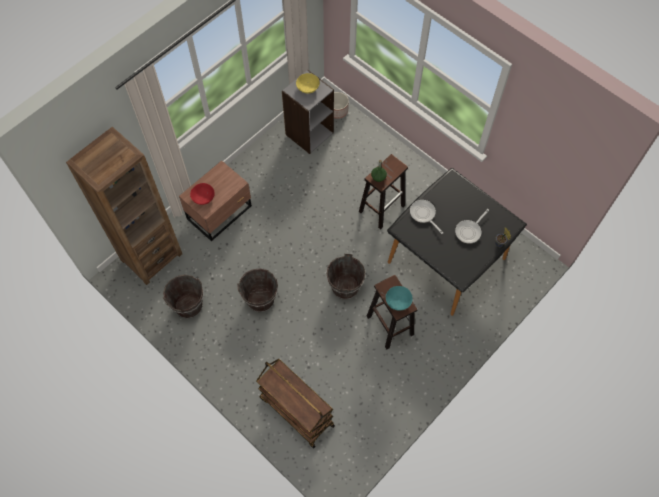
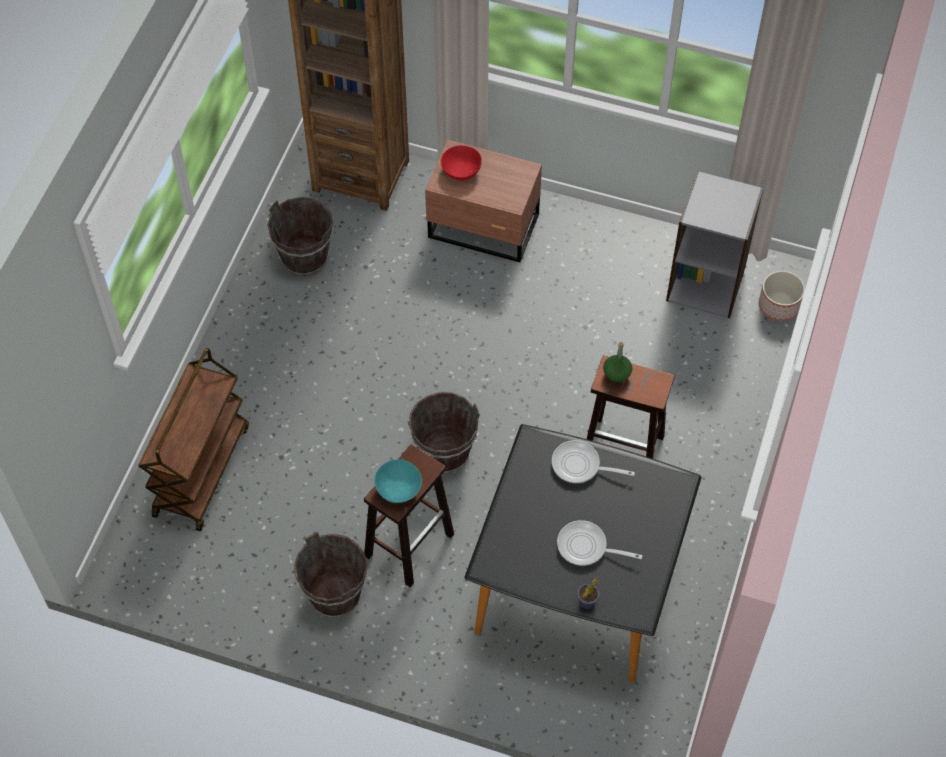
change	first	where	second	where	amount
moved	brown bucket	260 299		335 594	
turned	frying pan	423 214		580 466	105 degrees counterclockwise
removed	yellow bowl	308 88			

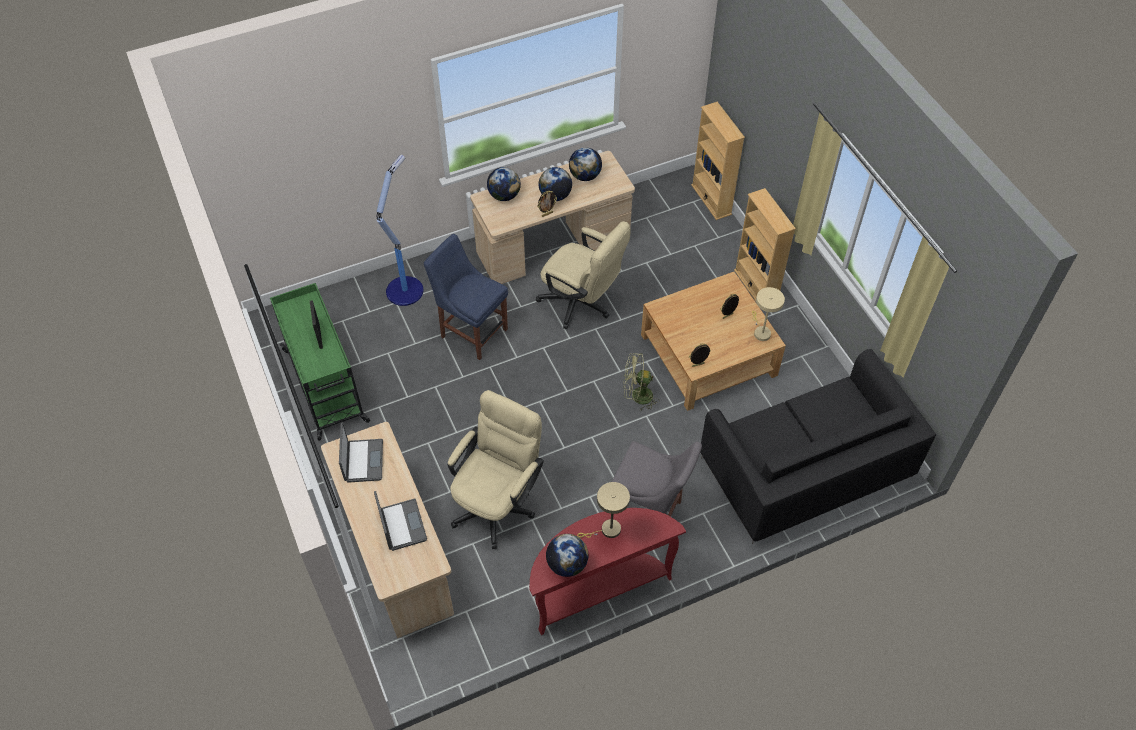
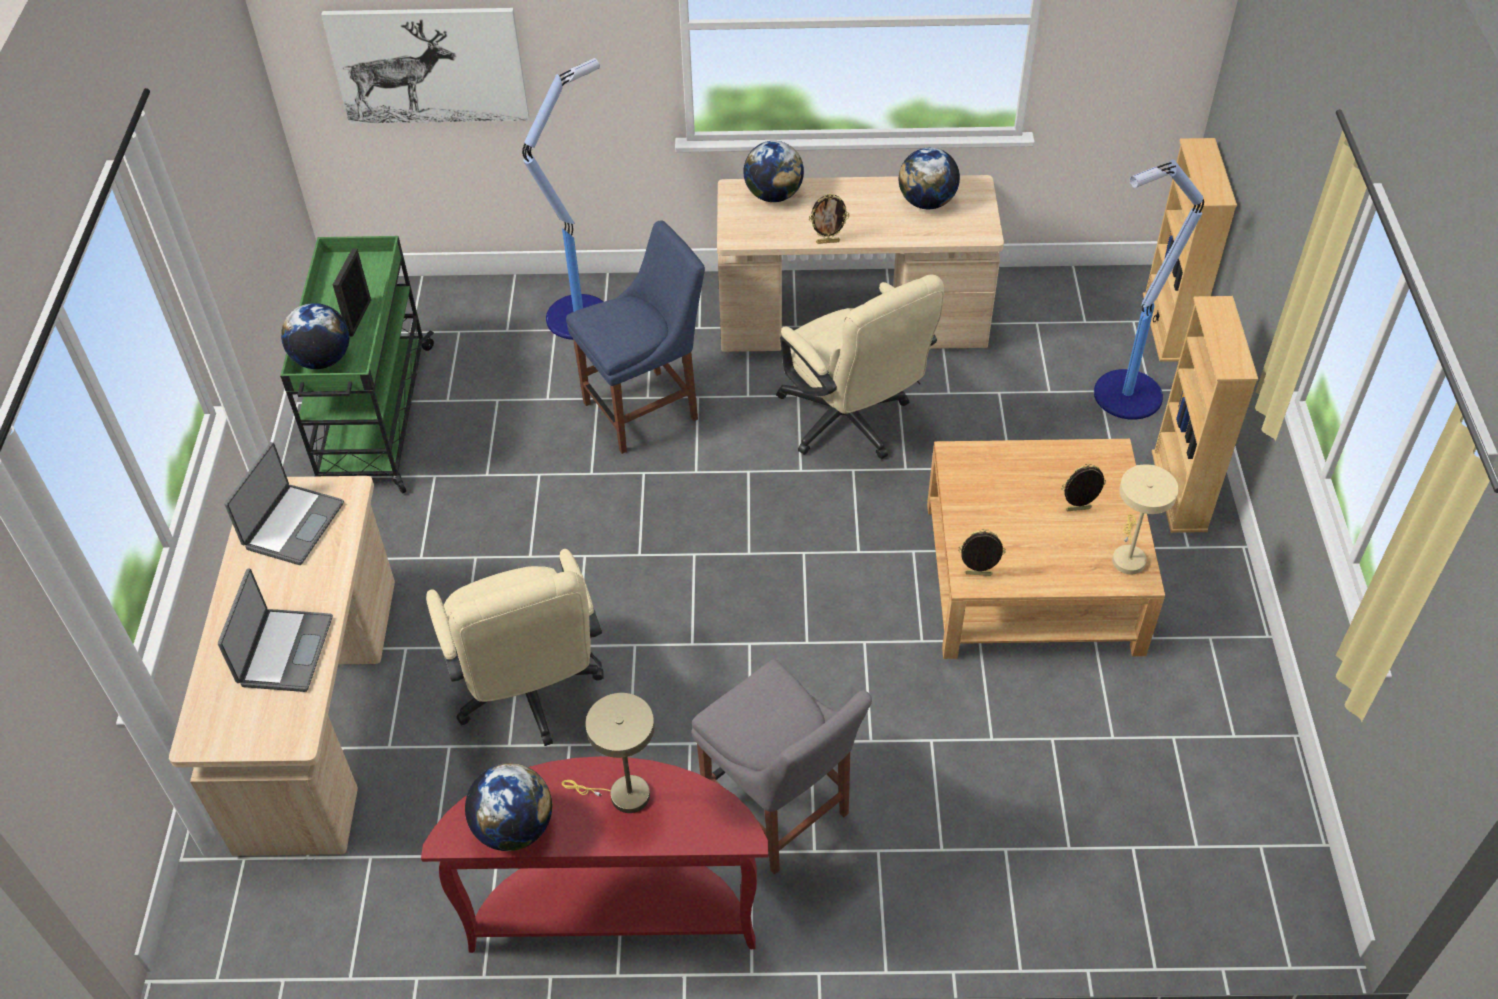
change	first	where	second	where	amount
moved	globe	555 196		322 359	
added			picture	429 65	
turned	beige office chair	498 502		529 694	105 degrees clockwise
turned	blue chair	471 331		646 409	90 degrees clockwise
added			floor lamp	1125 396	
removed	green fan	637 396			
removed	black sofa	805 468			

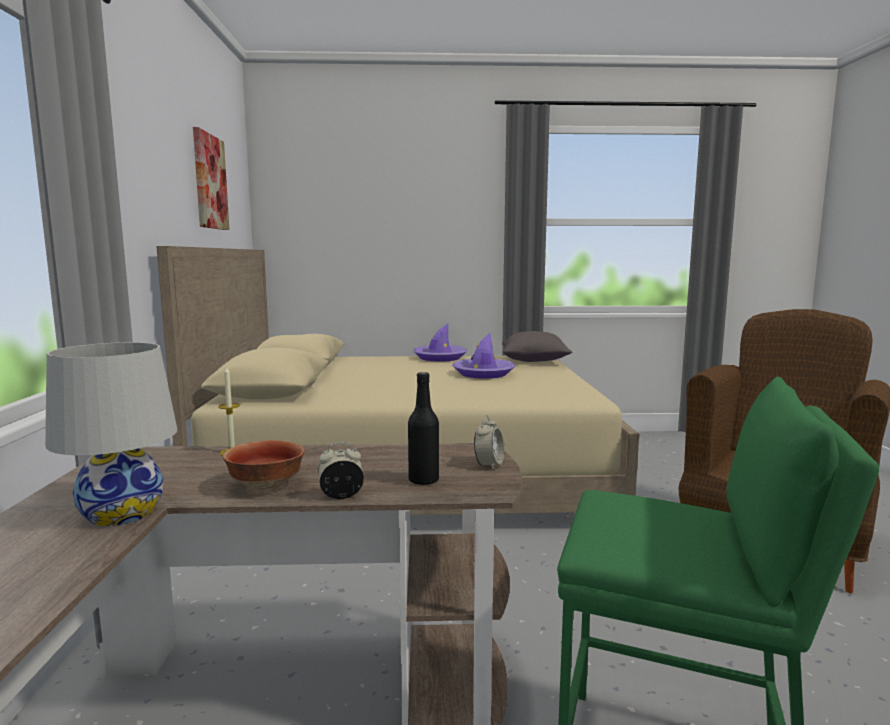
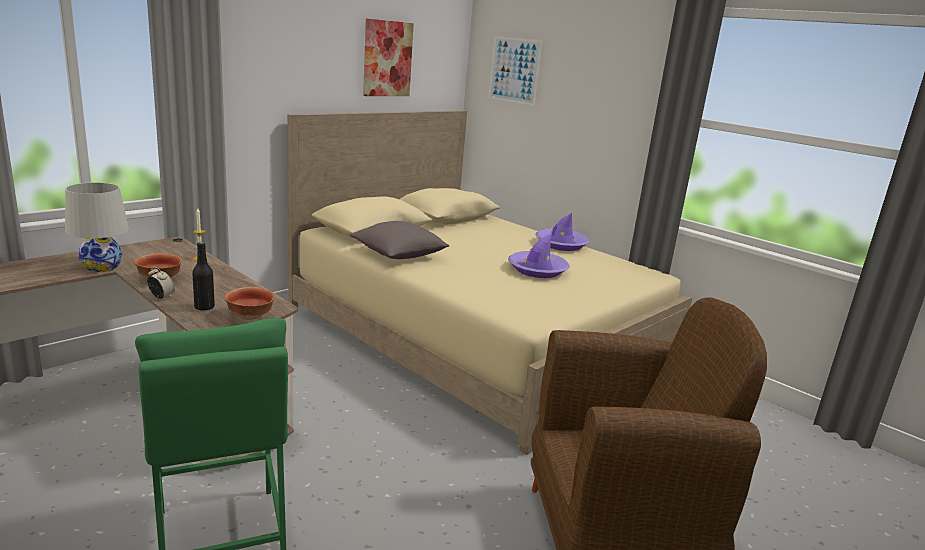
change	first	where	second	where	amount
replaced	alarm clock	489 465	bowl	251 316	
moved	grey pillow	534 361		399 255	
added			picture	514 70	

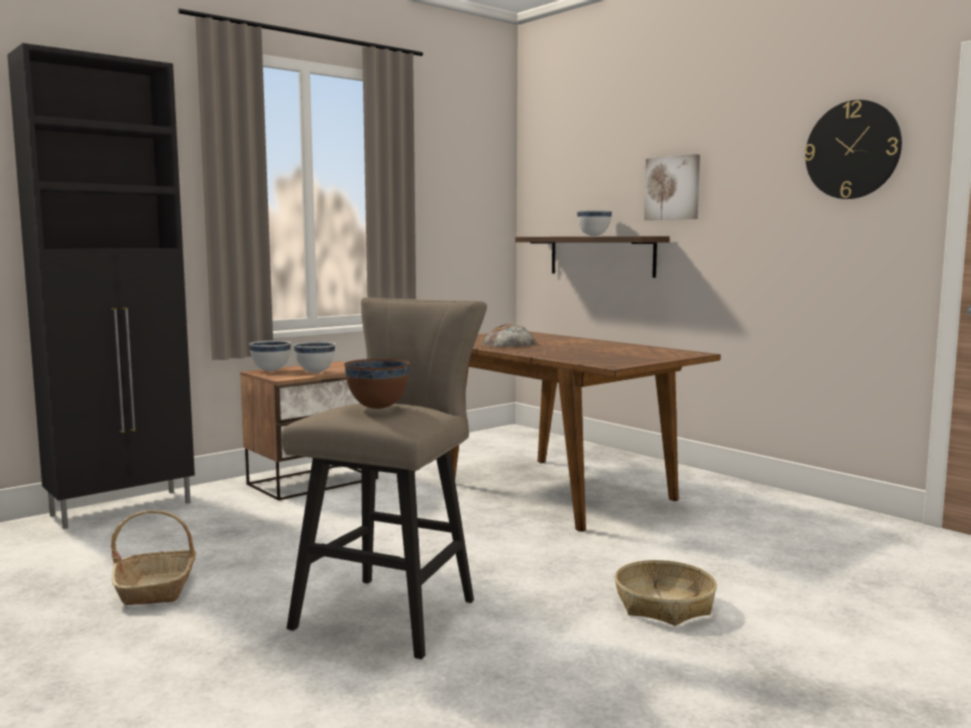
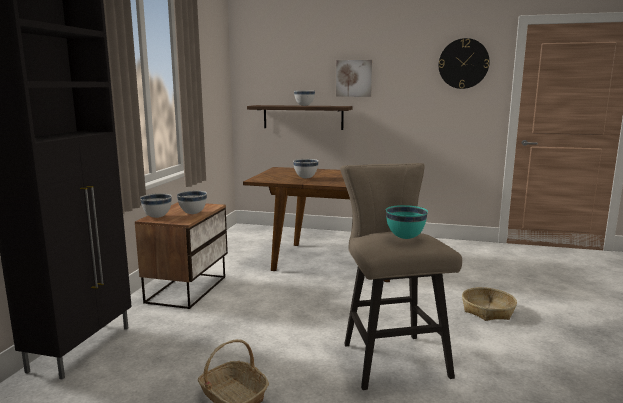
change	first	where	second	where	amount
replaced	bread	509 343	white bowl	305 178	
recoloured	brown bowl	377 408	turquoise bowl	405 238	

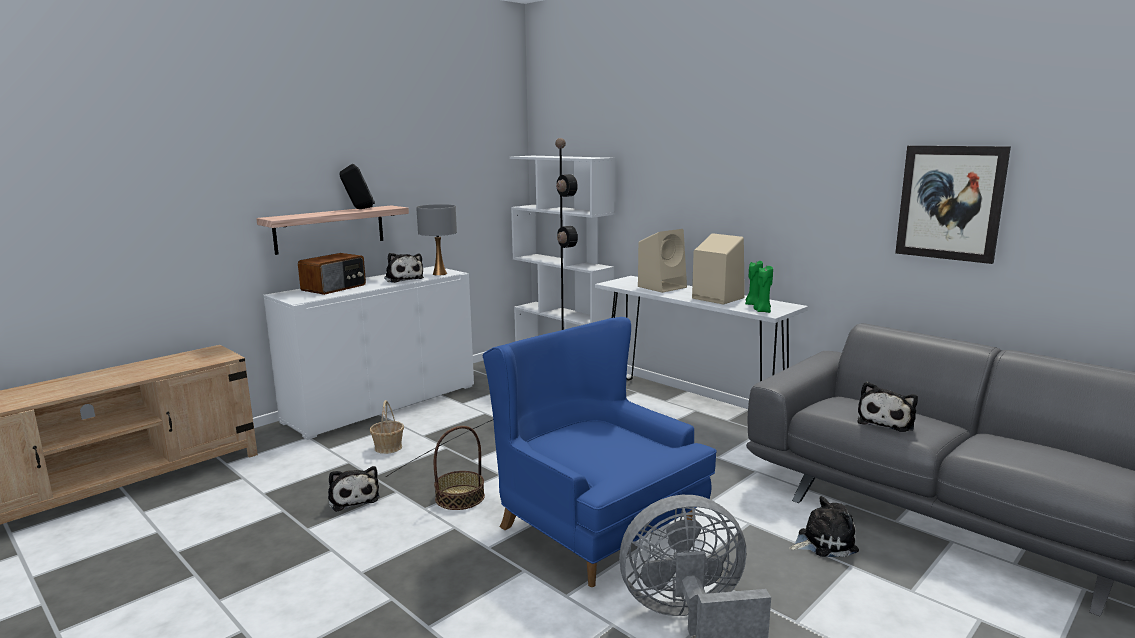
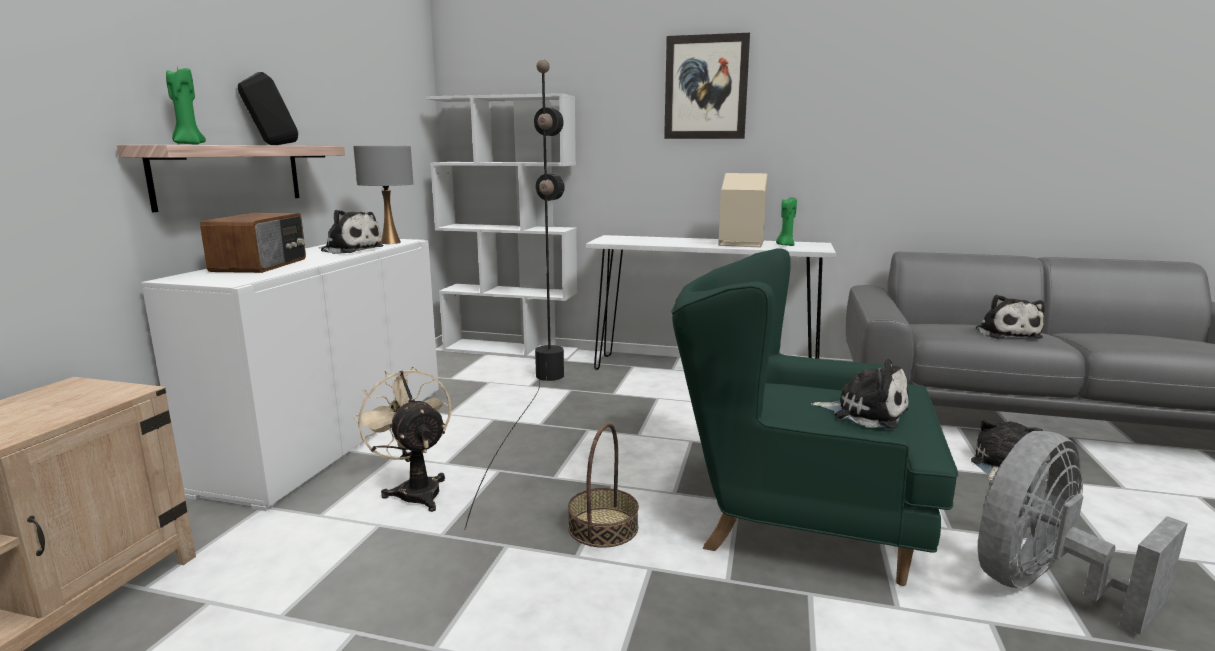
change	first	where	second	where	amount
moved	green candle	762 311		188 144	
replaced	basket	388 447	beige fan	415 490	
moved	picture	950 202		706 87	
recoloured	blue armchair	591 525	green armchair	797 514	
moved	plush toy	353 498		865 413	
removed	beige speaker	662 287			

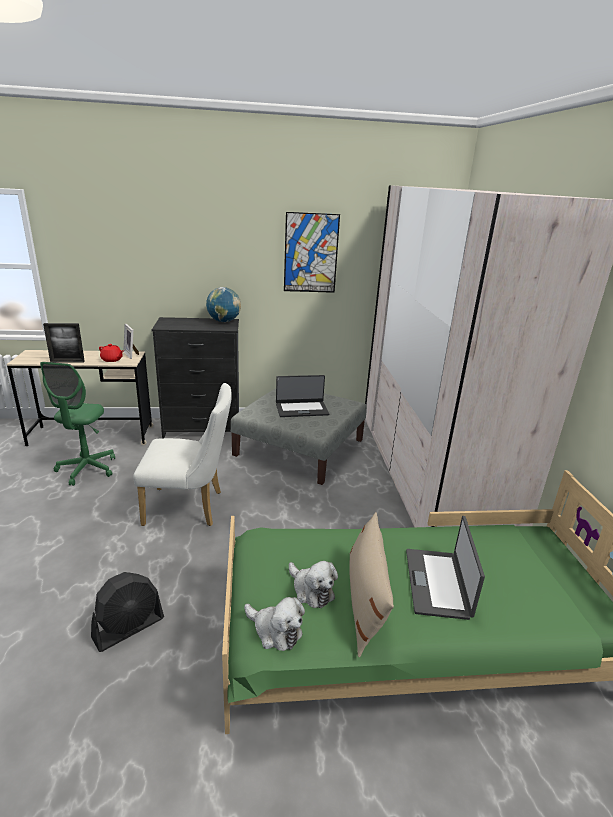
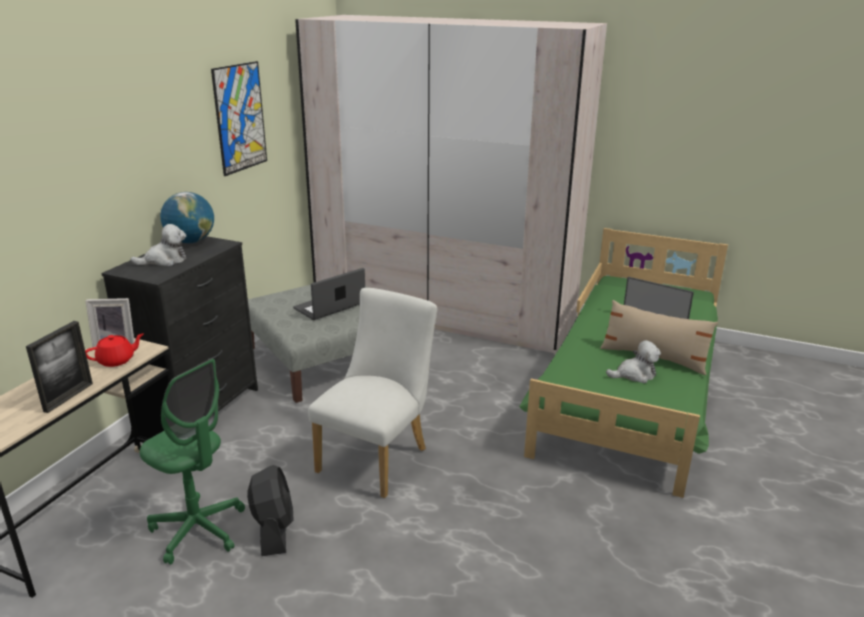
change	first	where	second	where	amount
moved	plush toy	275 631		164 260	
moved	black fan	129 627		274 529	
turned	laptop	301 409		330 306	150 degrees counterclockwise

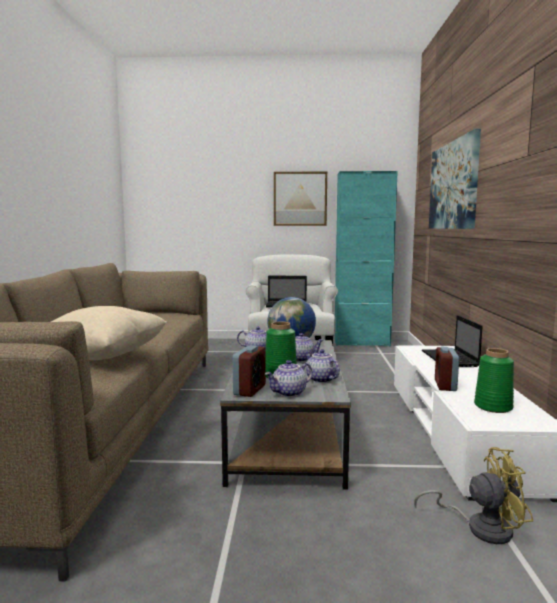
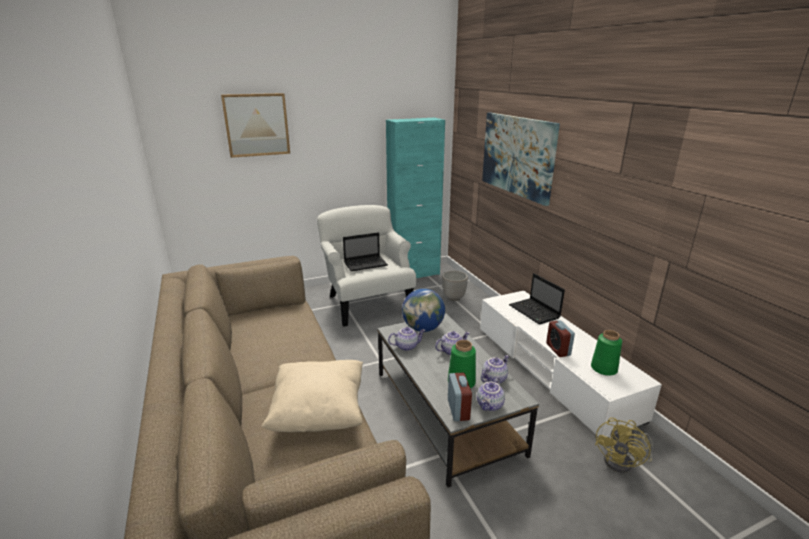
change	first	where	second	where	amount
moved	picture	300 199		256 125	
added			planter	454 297	
turned	teapot	320 379		493 378	105 degrees clockwise
turned	yellow fan	480 527		623 462	150 degrees clockwise

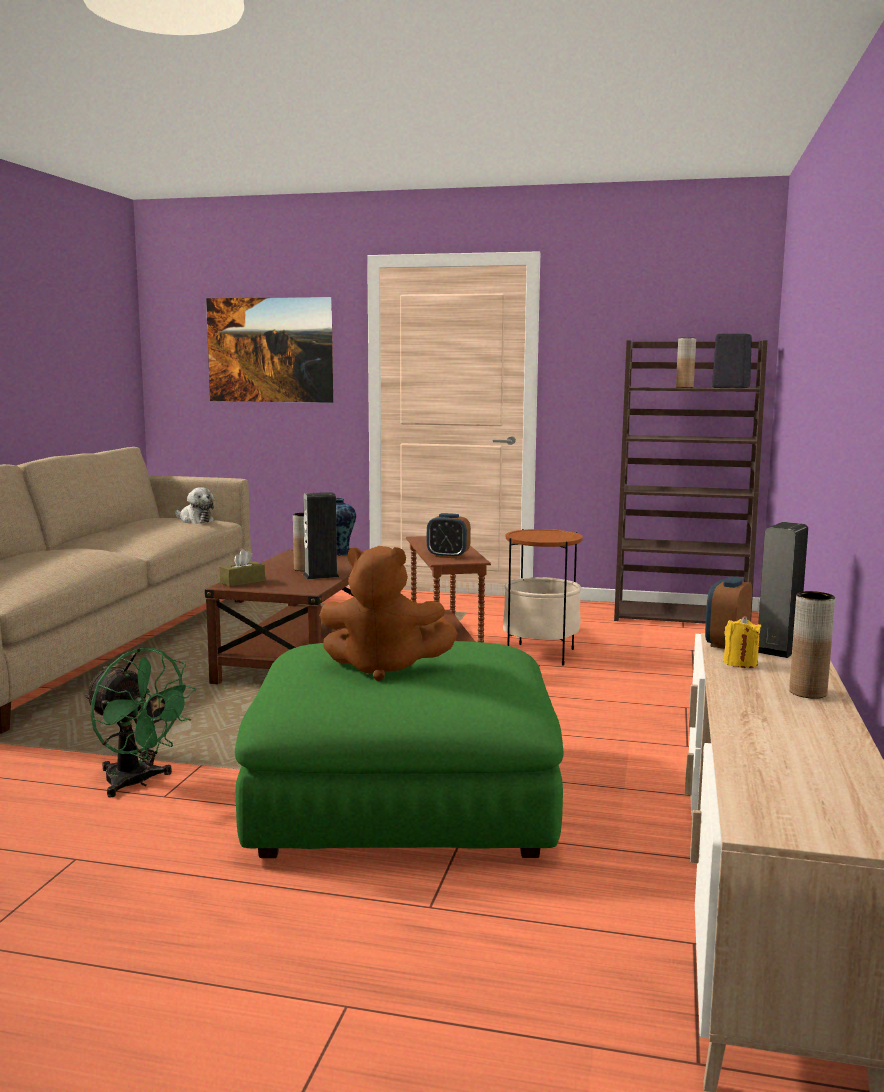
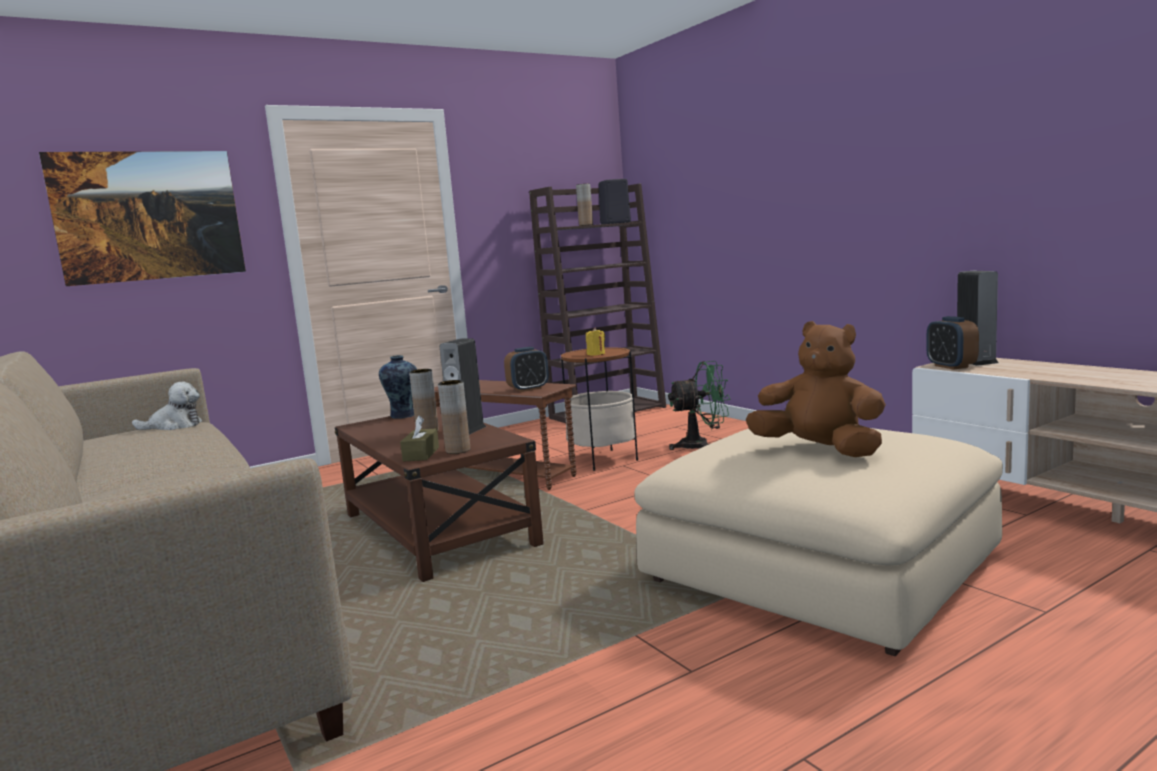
change	first	where	second	where	amount
moved	brown vase	808 692		458 450	
moved	yellow candle	740 663		596 354	
recoloured	green ottoman	402 795	beige ottoman	820 569	
moved	green fan	137 783		702 445	
turned	brown plush toy	384 668		819 451	105 degrees counterclockwise

